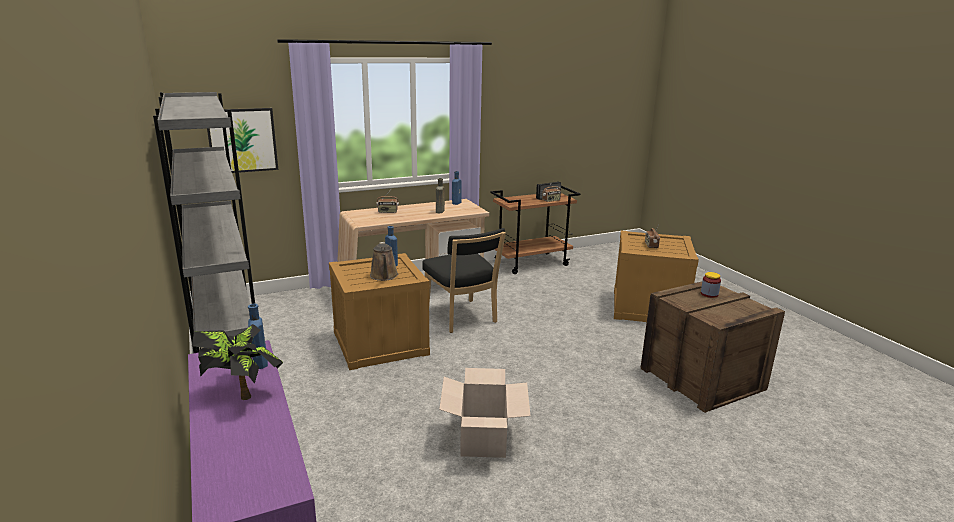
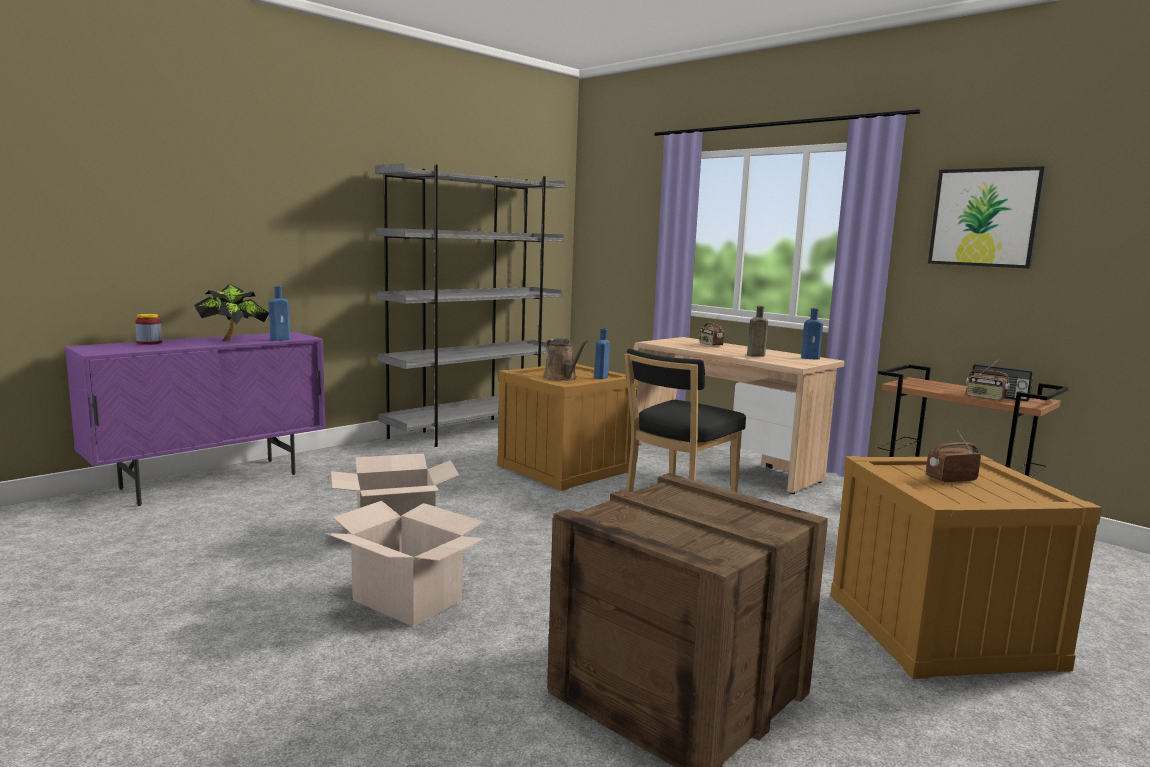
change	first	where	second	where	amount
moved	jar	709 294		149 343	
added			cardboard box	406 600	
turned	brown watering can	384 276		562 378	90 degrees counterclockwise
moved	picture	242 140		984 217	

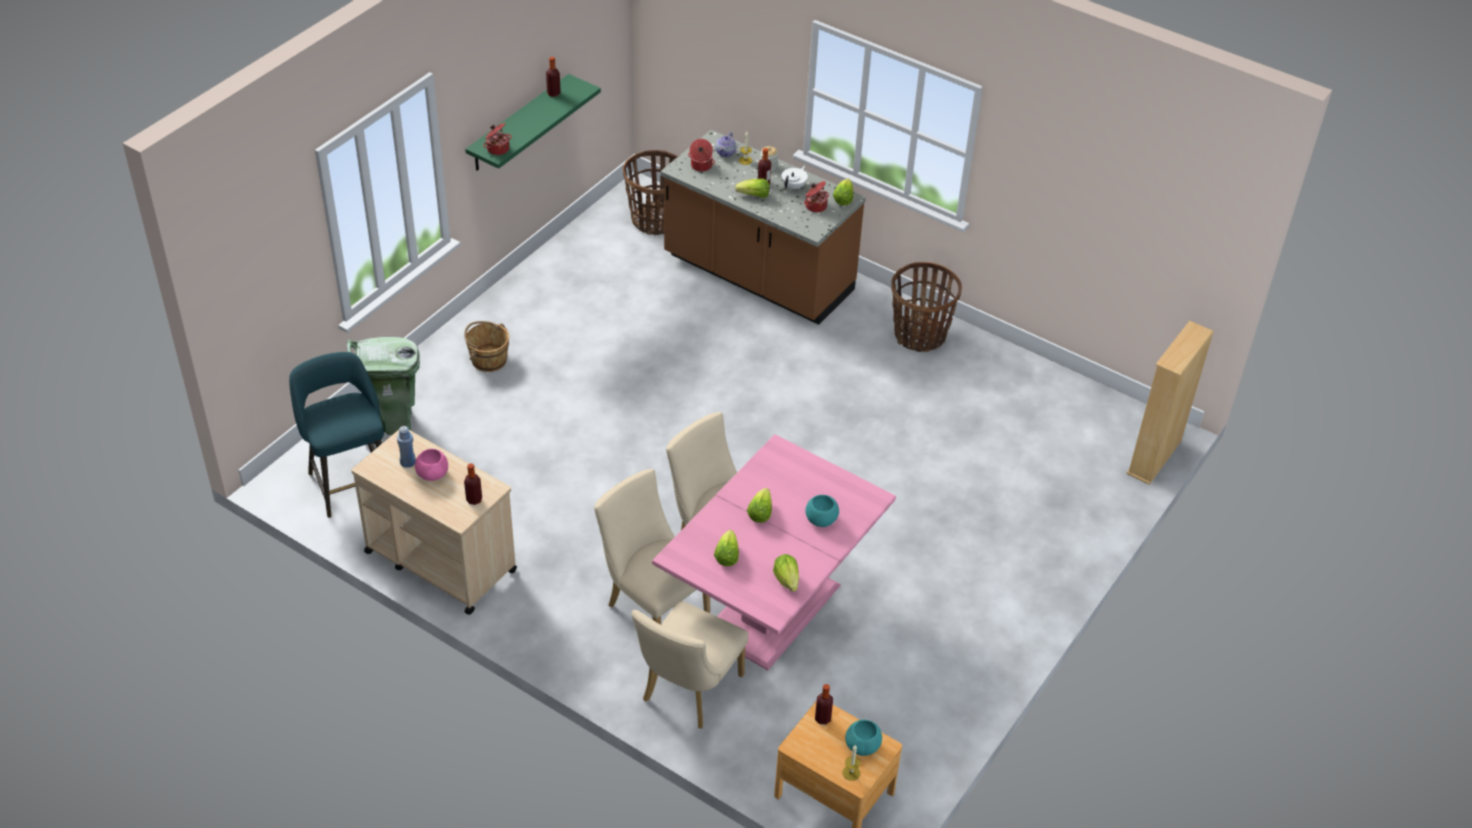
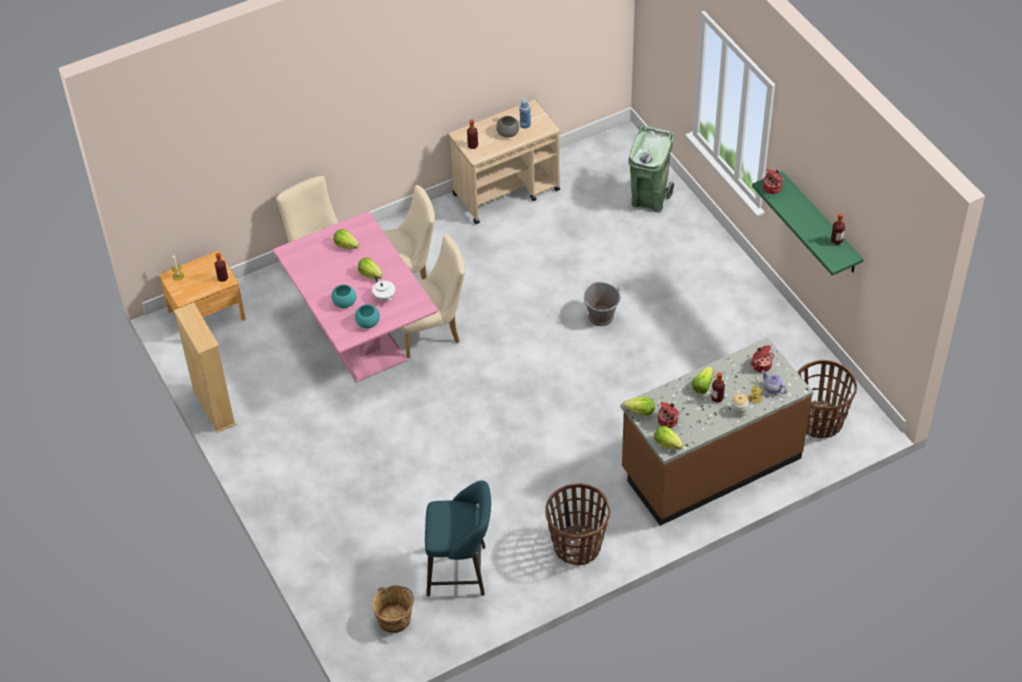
change	first	where	second	where	amount
moved	beige bookcase	1154 457		214 407	
moved	turquoise bowl	863 745		368 323	
moved	white teapot	794 186		384 297	
moved	brown bucket	488 359		395 618	
moved	turquoise stool	350 481		461 571	
recoloured	pink bowl	433 473	grey bowl	508 133	
added			grey bucket	601 316	
moved	lettuce	787 580		640 412	

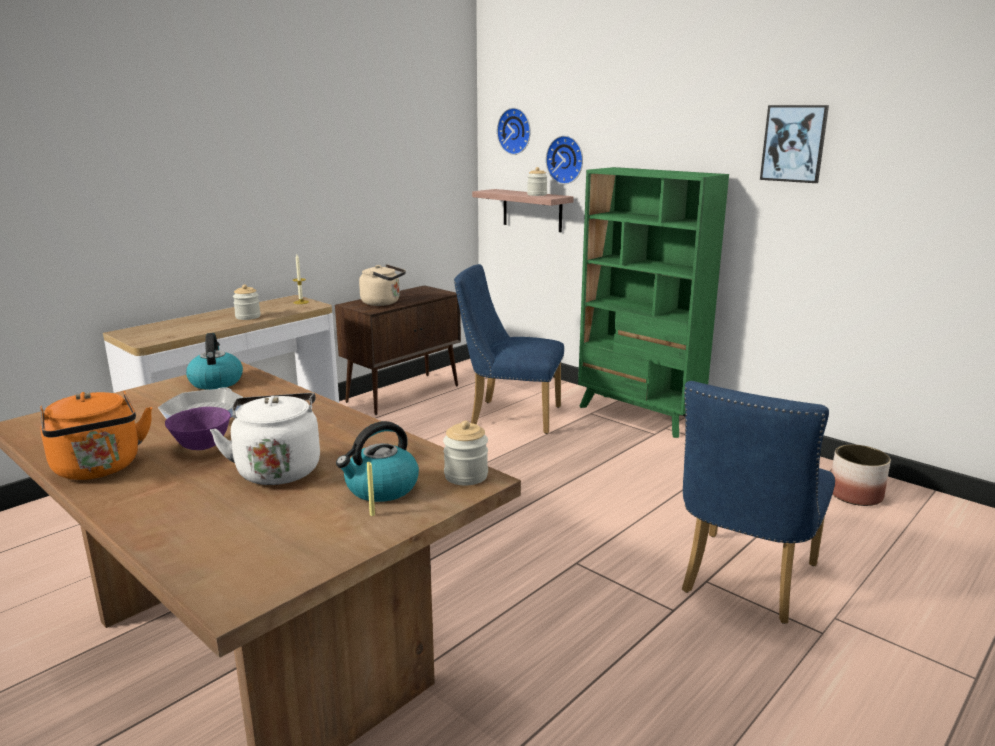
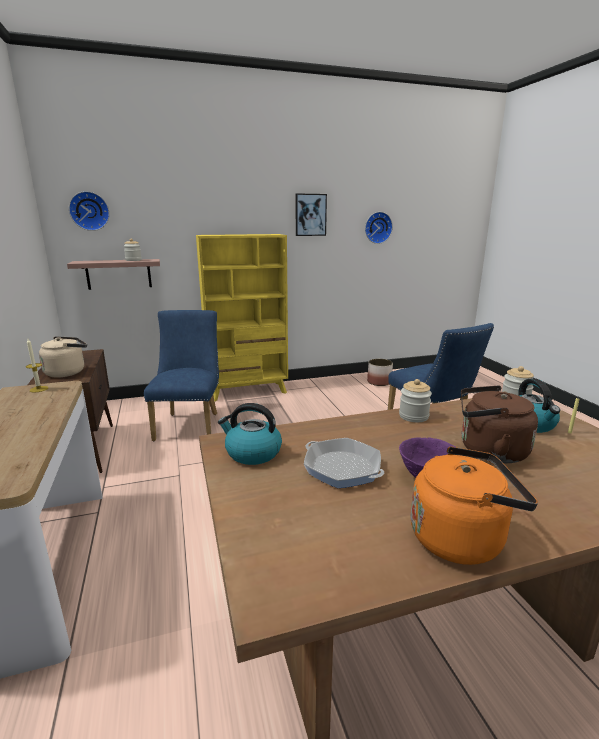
change	first	where	second	where	amount
turned	blue chair	508 415		190 424	135 degrees clockwise
recoloured	green bookcase	639 415	yellow bookcase	248 391	
moved	wall clock	566 159		377 227	
moved	jar	248 317		413 416	
recoloured	white kettle	278 469	brown kettle	488 451	

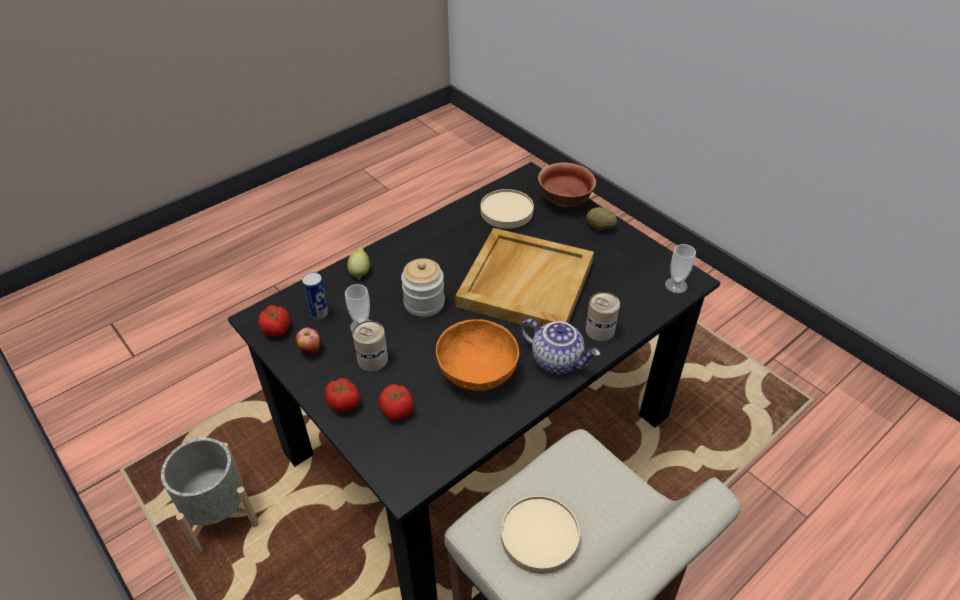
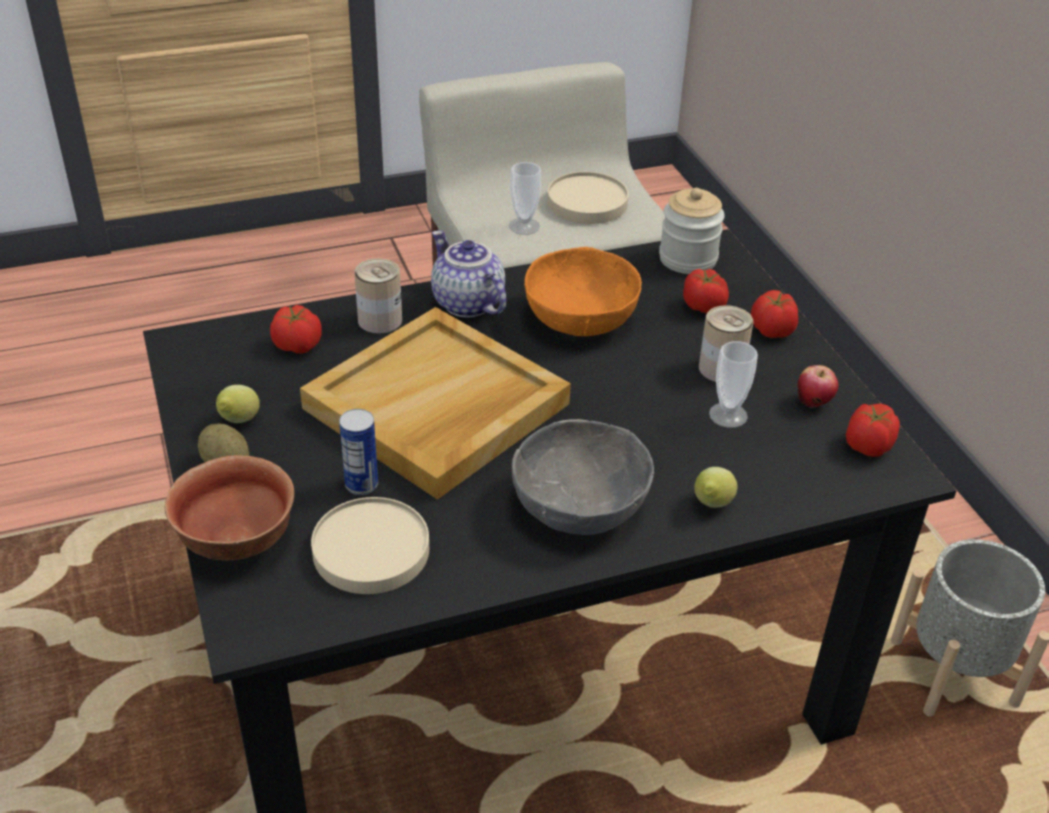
change	first	where	second	where	amount
added			lemon	239 421	
added			tomato	298 346	
moved	can	319 313		361 485	
moved	cup	676 285		524 226	
added			grey bowl	580 506	
moved	jar	424 303		688 259	

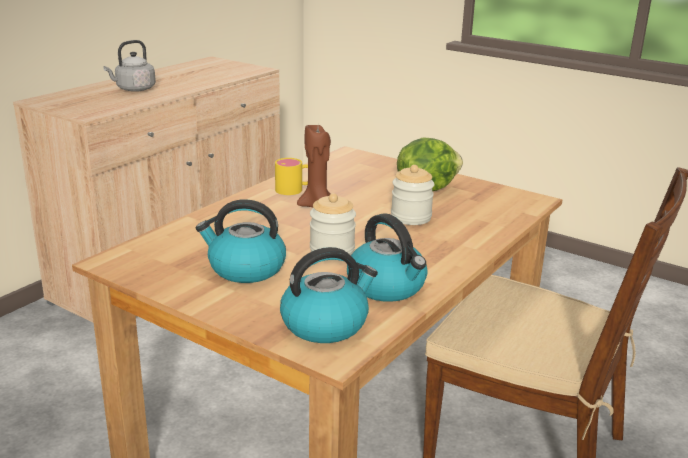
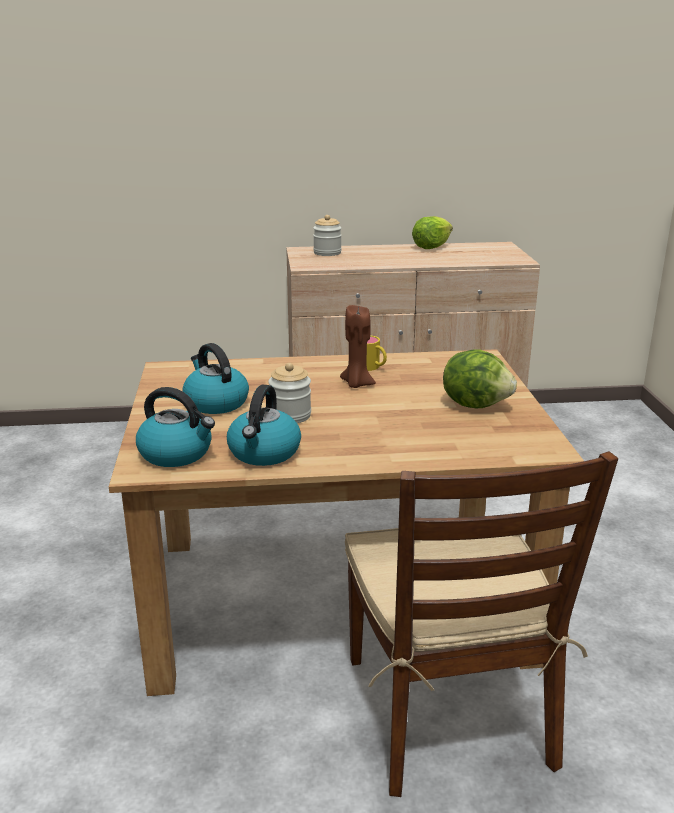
change	first	where	second	where	amount
moved	jar	411 217		327 253	
added			lettuce	431 247	
removed	grey kettle	134 89			

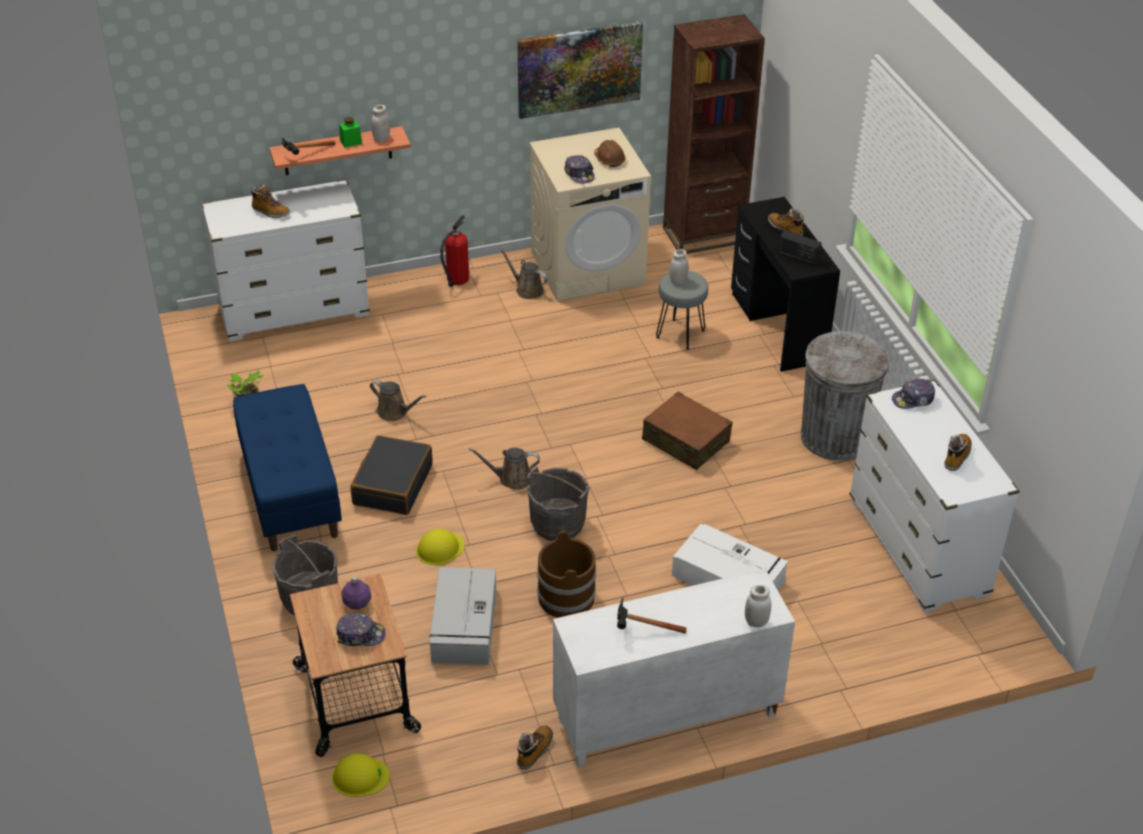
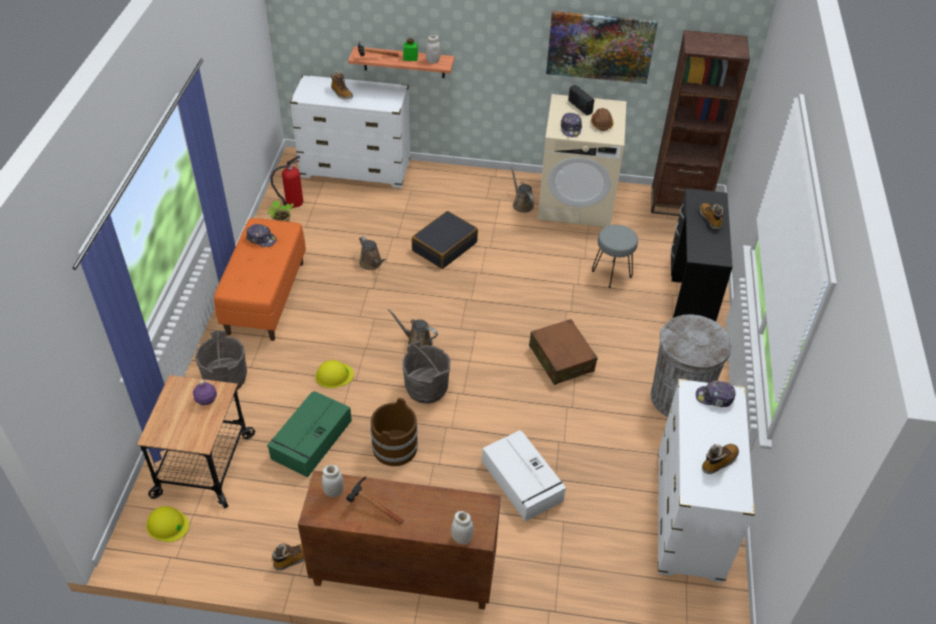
change	first	where	second	where	amount
recoloured	blue bench	289 493	orange bench	265 297	
moved	cap	360 635		261 239	
recoloured	grey storage box	464 626	green storage box	311 440	
moved	fire extinguisher	457 280		293 203	
recoloured	white cabinet	666 718	brown cabinet	402 574	
moved	white jar	678 281		334 492	
moved	black suitcase	392 484		444 246	
moved	radio	798 256		580 107	

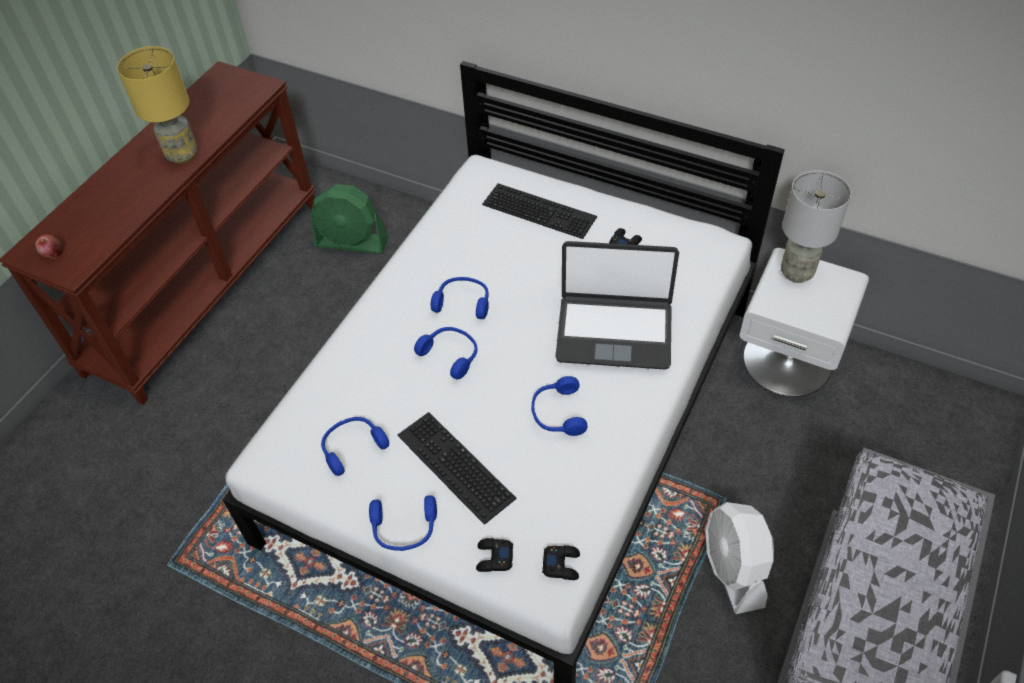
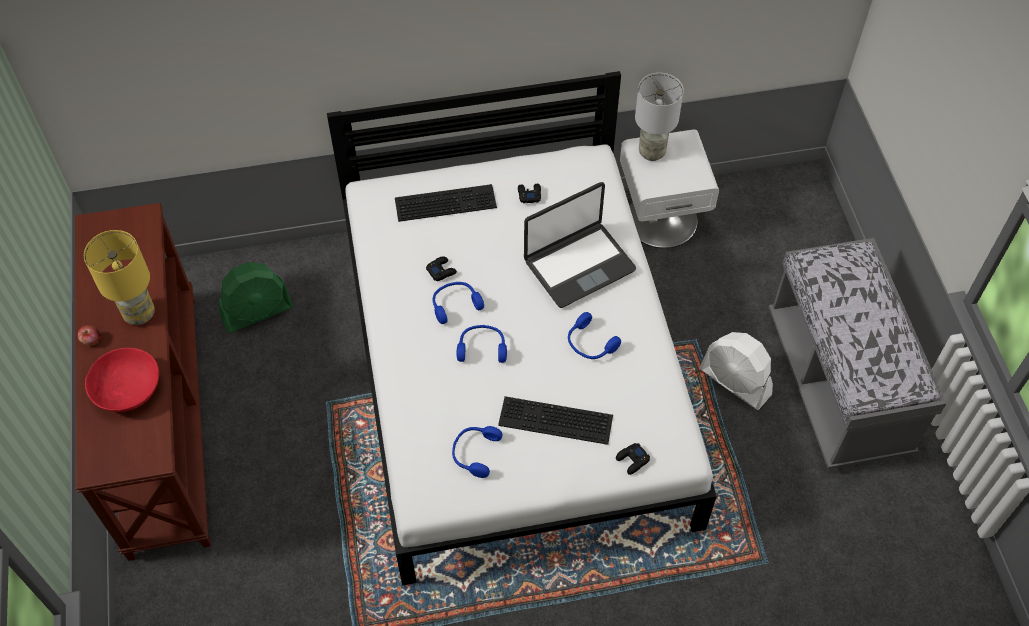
change	first	where	second	where	amount
moved	apple	53 253		91 340	
added			red bowl	127 390	
moved	black game controller	562 564		441 270	
removed	blue headphones	404 529			

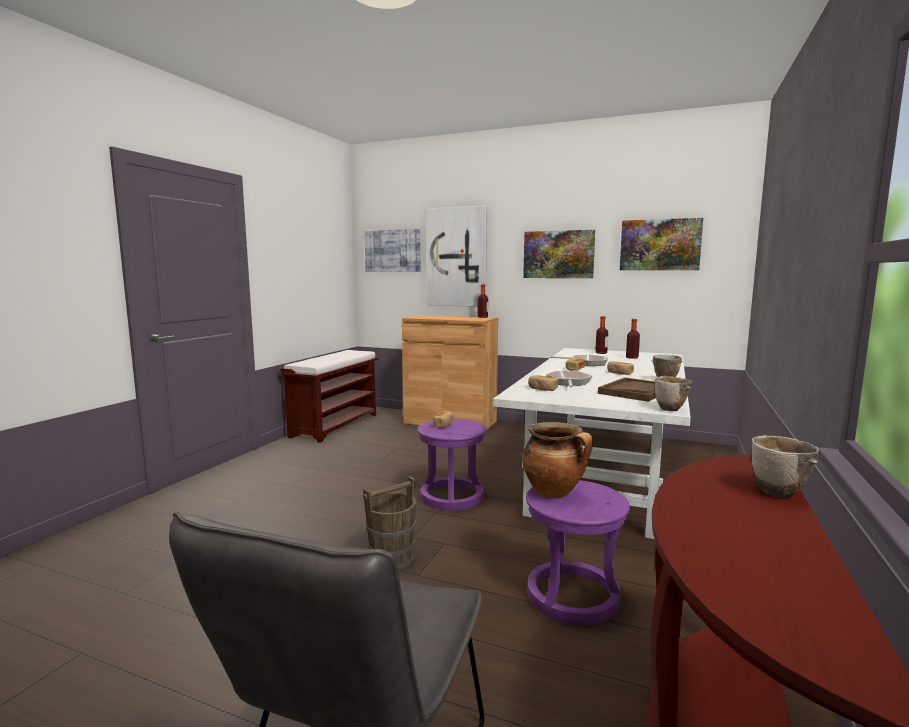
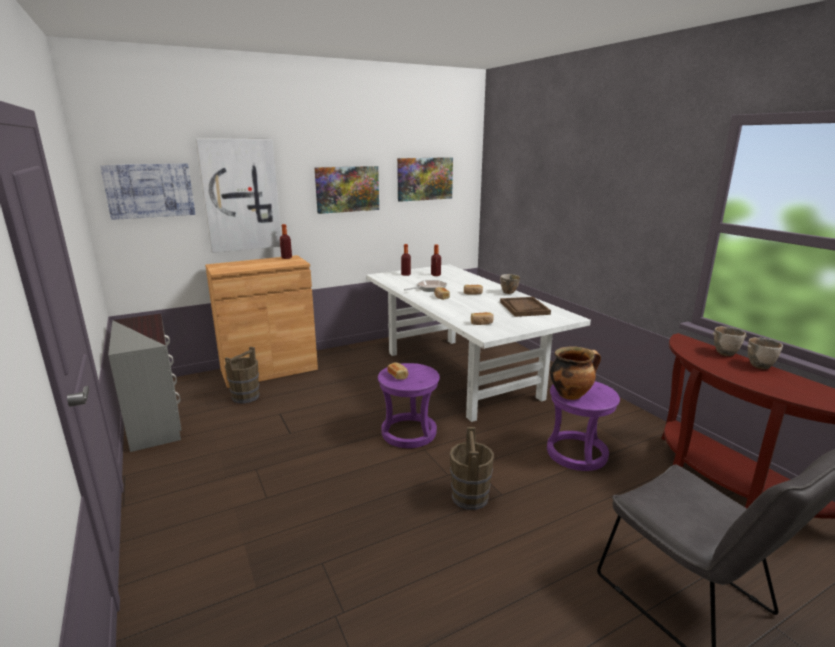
change	first	where	second	where	amount
replaced	brown bench	335 425	grey dresser	156 420	
added			brown bucket	246 396	
moved	bowl	671 409		761 366	
removed	frying pan	568 382			

